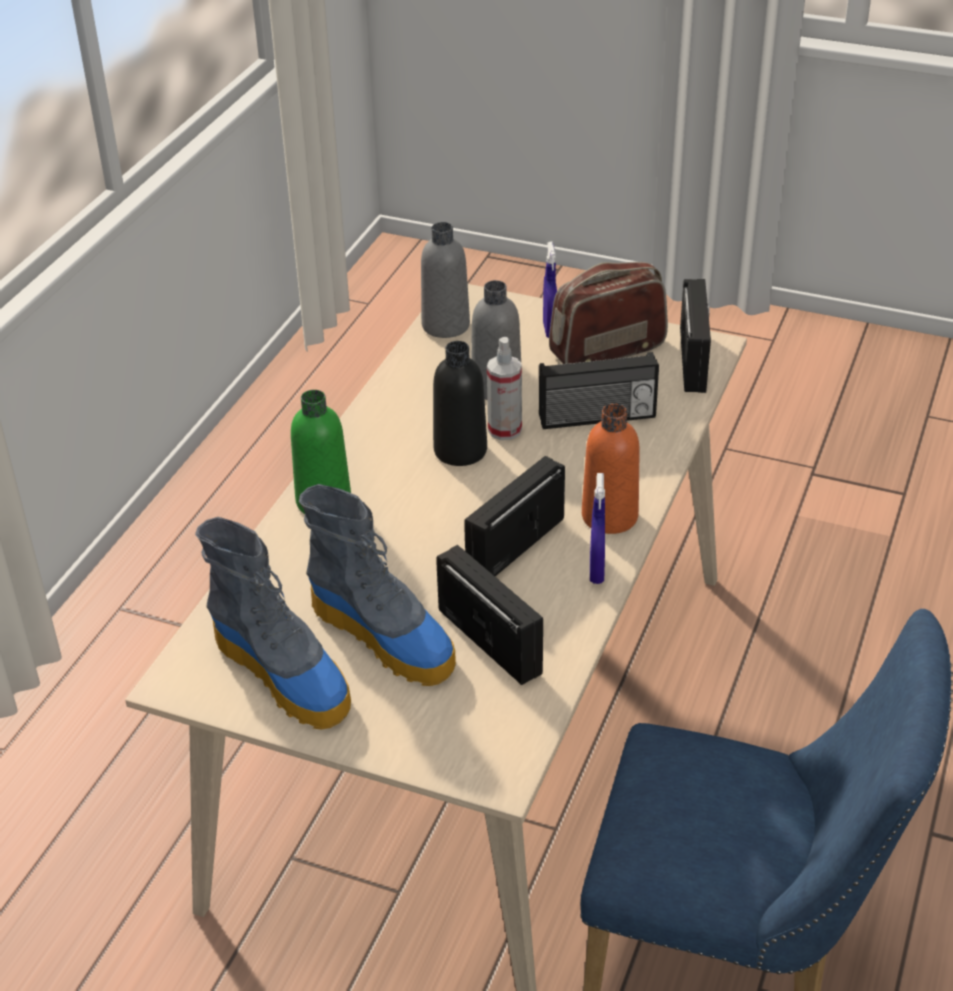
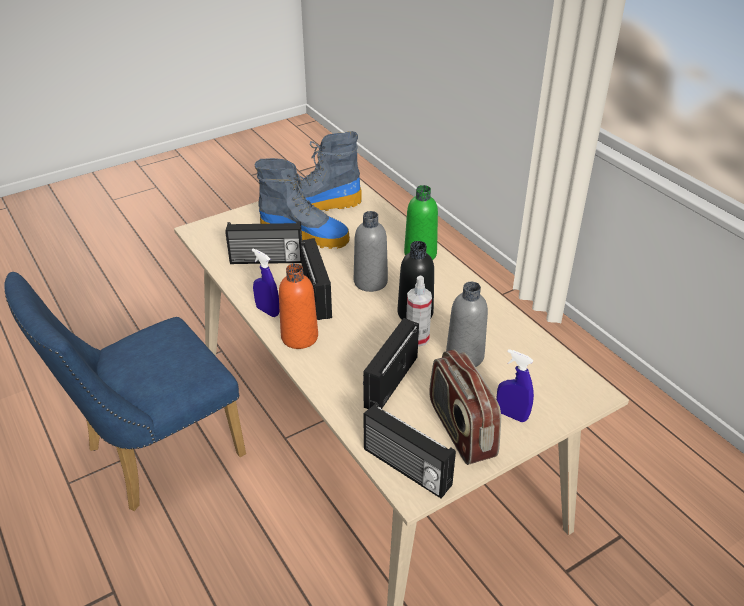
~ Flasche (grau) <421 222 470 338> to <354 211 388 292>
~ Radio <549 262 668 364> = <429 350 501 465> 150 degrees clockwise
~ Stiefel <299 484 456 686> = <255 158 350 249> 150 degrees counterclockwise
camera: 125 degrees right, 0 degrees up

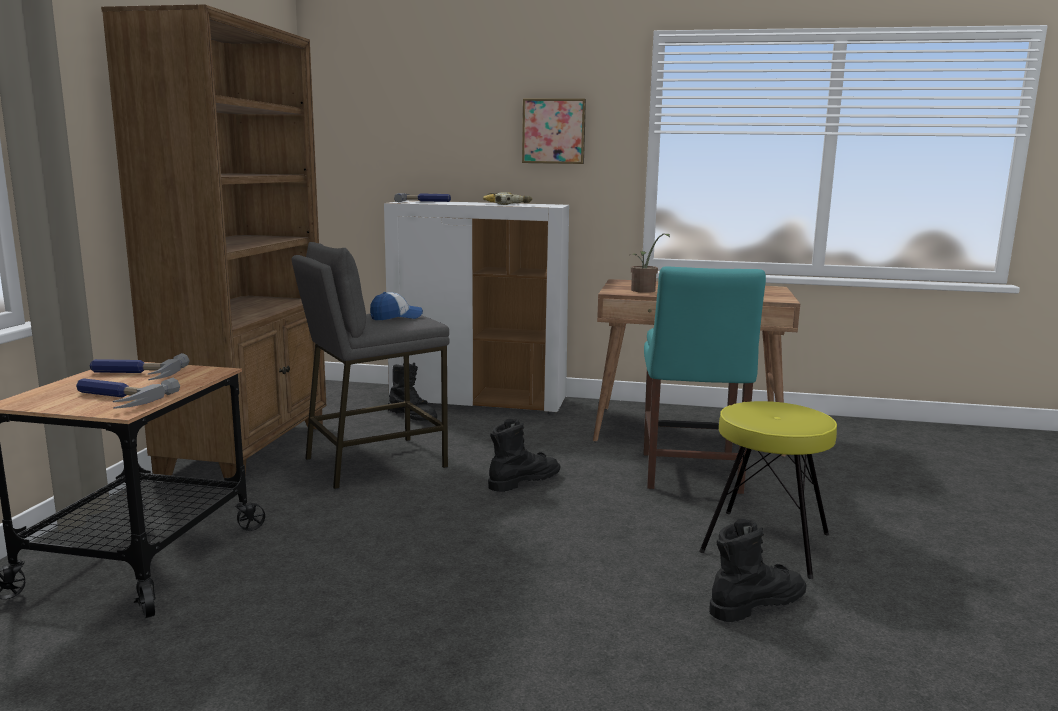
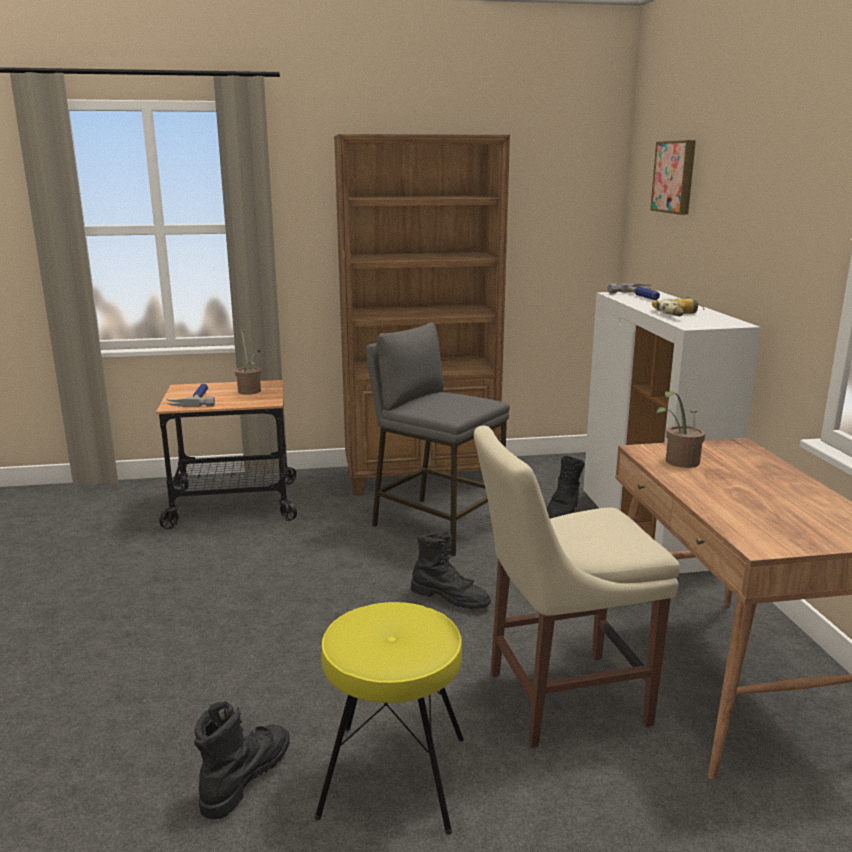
~ Bild <522 98 586 164> to <650 140 696 215>
~ Stuhl (türkis) <644 266 766 494> to Stuhl (beige) <474 426 680 748>
- Kappe <370 292 423 320>
~ Hammer <90 353 190 380> to Topfpflanze <235 331 261 395>
~ Stiefel (schwarz) <709 519 807 622> = <194 701 290 819> 105 degrees counterclockwise
camera: 70 degrees right, 5 degrees up

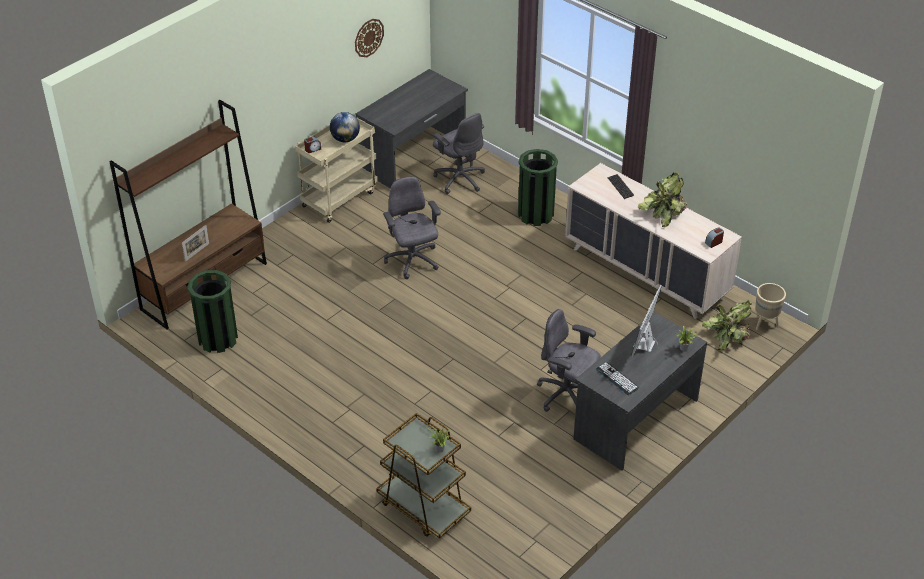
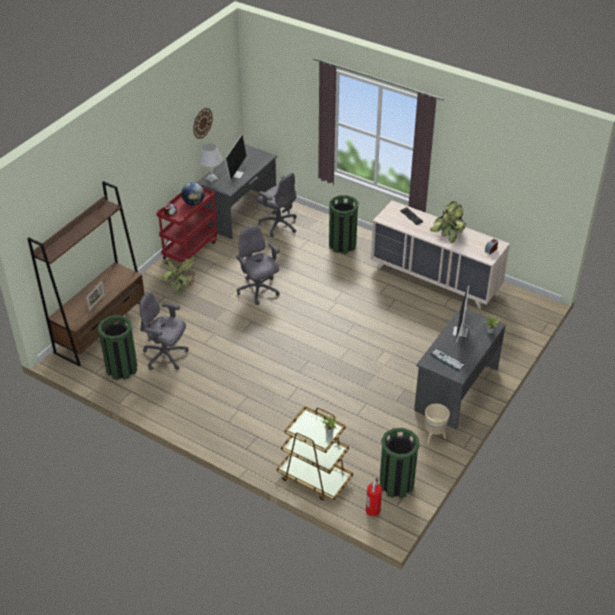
~ Rollwagen (beige) <295 117 378 223> to Rollwagen (rot) <156 187 218 262>
~ Pflanzkübel (beige) <755 283 786 330> to <425 404 450 444>
~ Topfpflanze <702 300 752 351> to <161 255 196 294>
~ Bürostuhl (grau) <537 309 601 412> to <139 292 189 370>
+ Monitor <225 134 247 180>
+ Tischlampe (weiß) <198 143 222 183>
+ Mülleimer (grün) <380 428 420 498>
+ Feuerlöscher <366 478 382 517>
camera: 10 degrees left, 0 degrees up

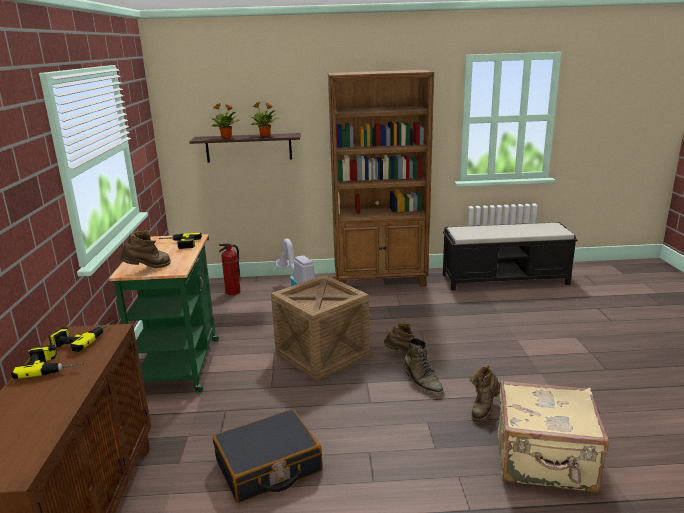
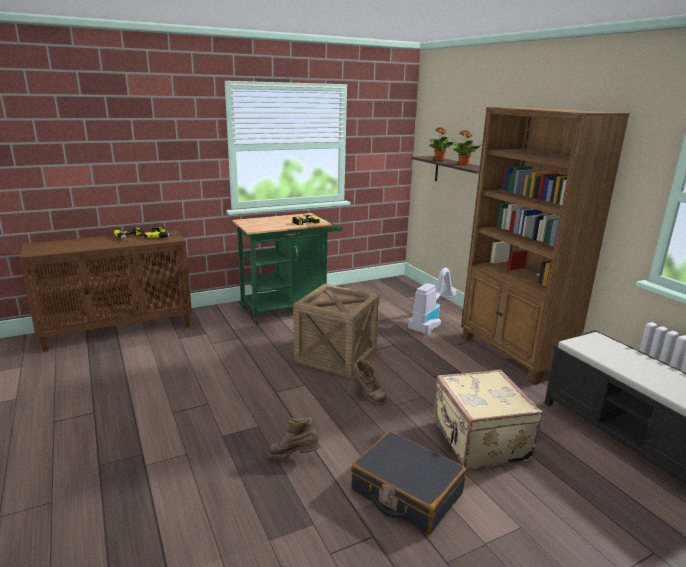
- Stiefel (braun) <120 230 171 268>
- Feuerlöscher <219 243 241 295>
- Stiefel (grün) <403 338 444 394>
~ Koffer (beige) <498 381 609 493> to <433 370 543 470>
~ Koffer (schwarz) <213 409 323 503> to <351 431 466 535>
camera: 65 degrees right, 0 degrees up

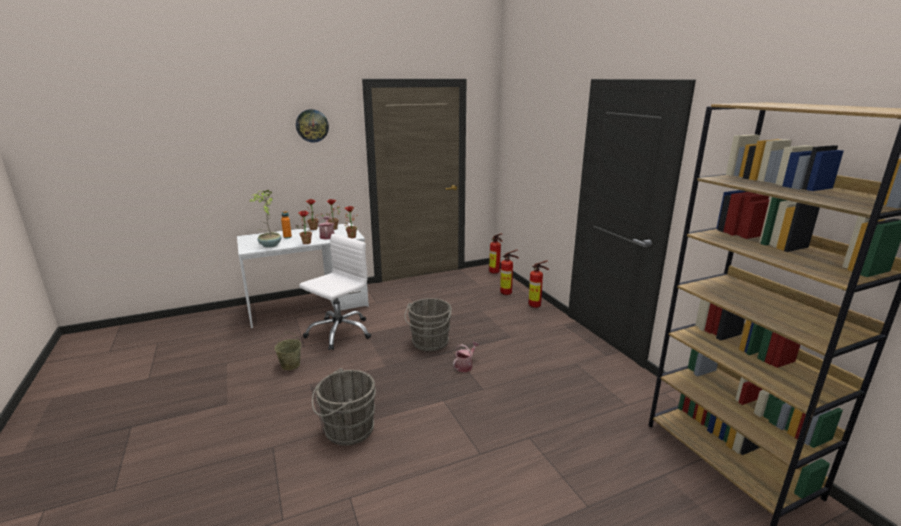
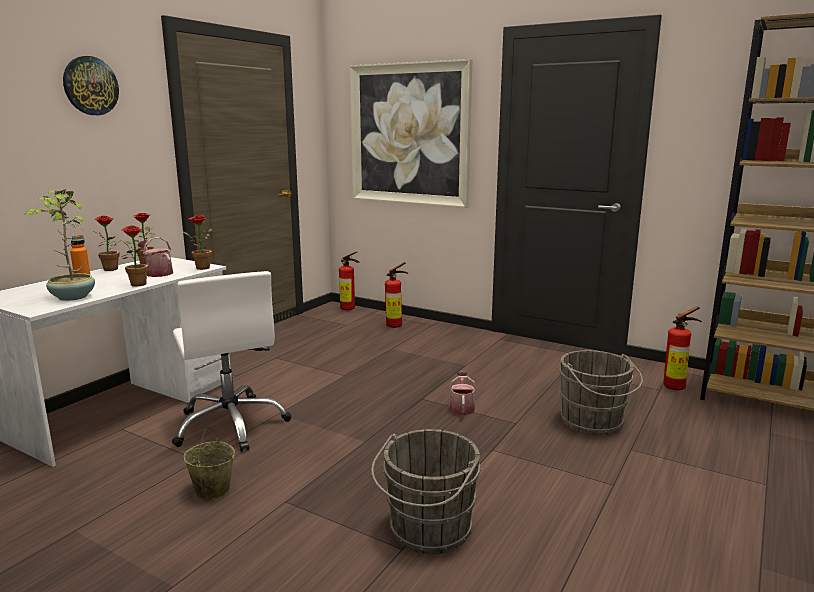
~ Bürostuhl (weiß) <299 234 371 350> = <172 271 291 452> 150 degrees clockwise
~ Feuerlöscher <529 260 549 308> to <663 306 702 390>
~ Eimer (grau) <404 298 452 351> to <560 350 643 435>
+ Bild <349 59 472 208>
camera: 35 degrees left, 5 degrees down

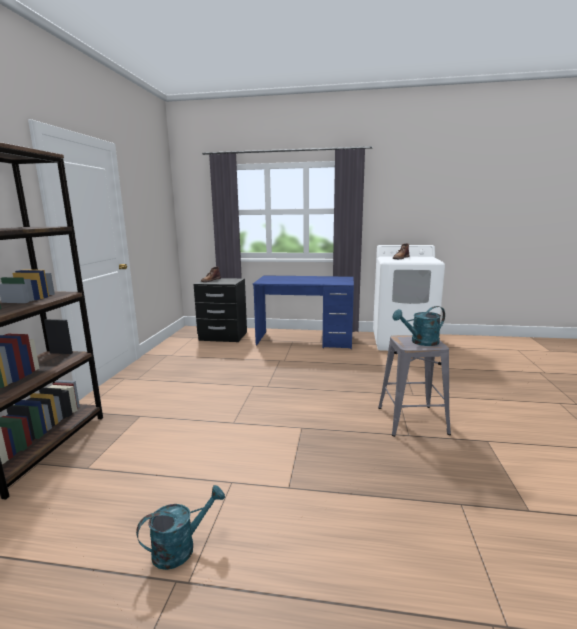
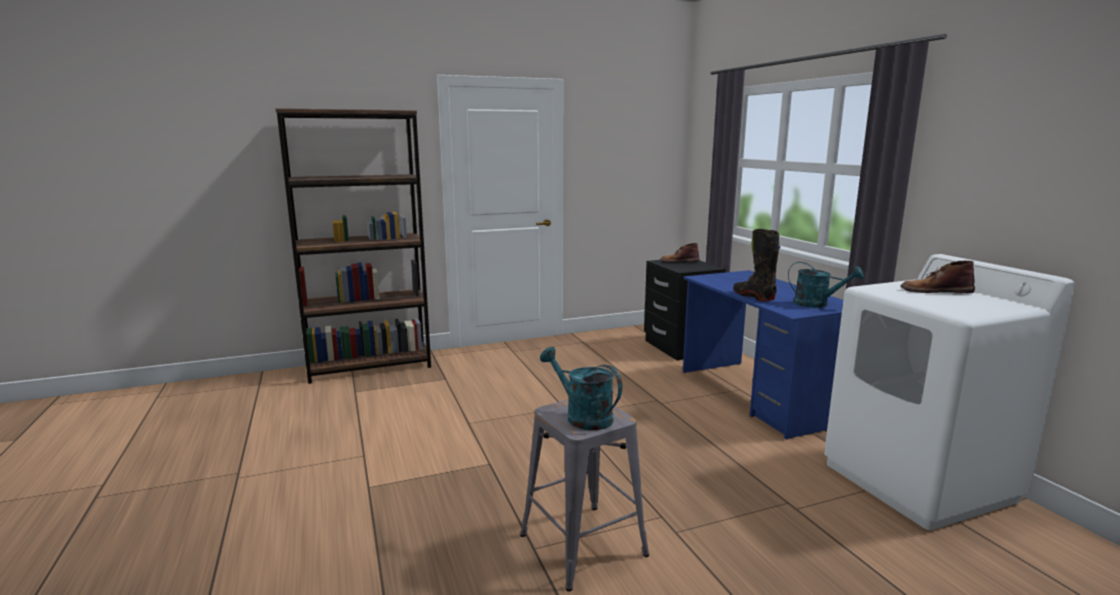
~ Gießkanne (türkis) <136 485 225 570> to <788 262 864 308>
+ Stiefel (schwarz) <733 229 780 301>
camera: 60 degrees right, 0 degrees up

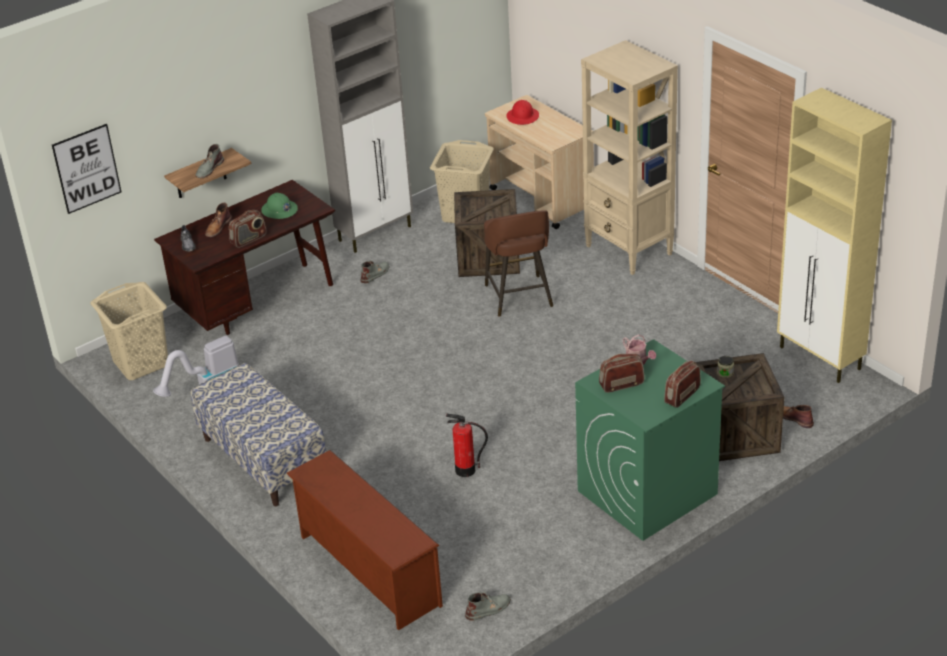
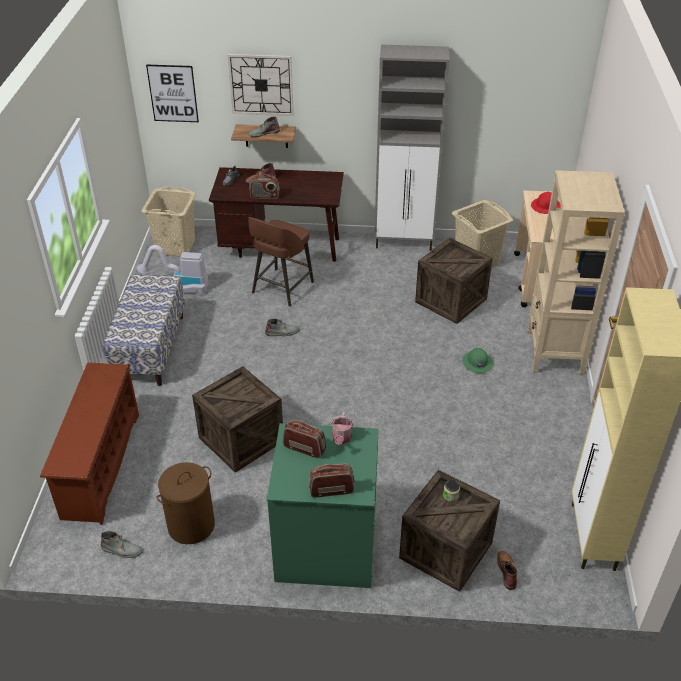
~ Schutzhelm (grün) <261 193 298 219> to <462 348 493 374>
~ Hocker (braun) <484 210 553 316> to <248 217 314 307>
~ Stiefel (grau) <360 260 389 283> to <265 319 299 336>
~ Feuerlöscher <446 414 488 477> to Kiste <192 366 283 473>
+ Wanduhr <227 54 294 116>
+ Wäschekorb (braun) <156 462 215 544>
camera: 40 degrees right, 5 degrees up

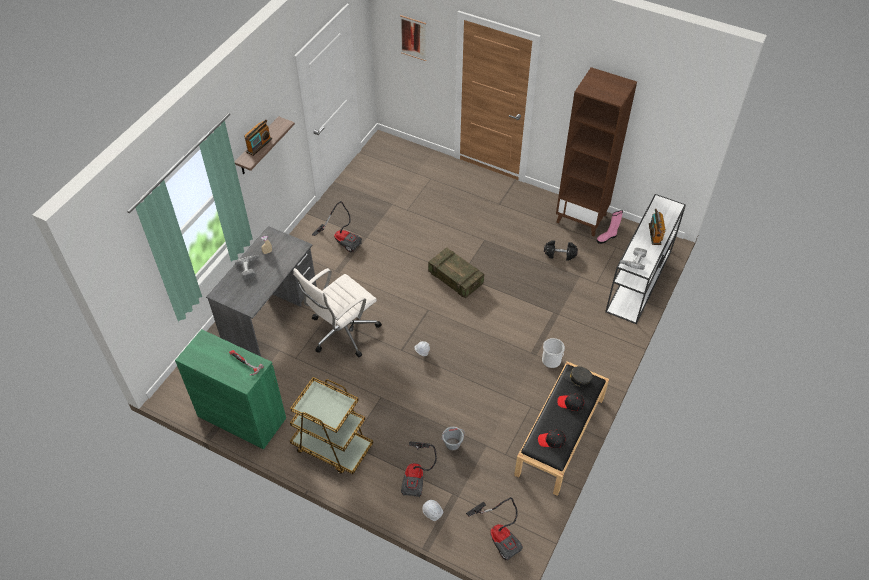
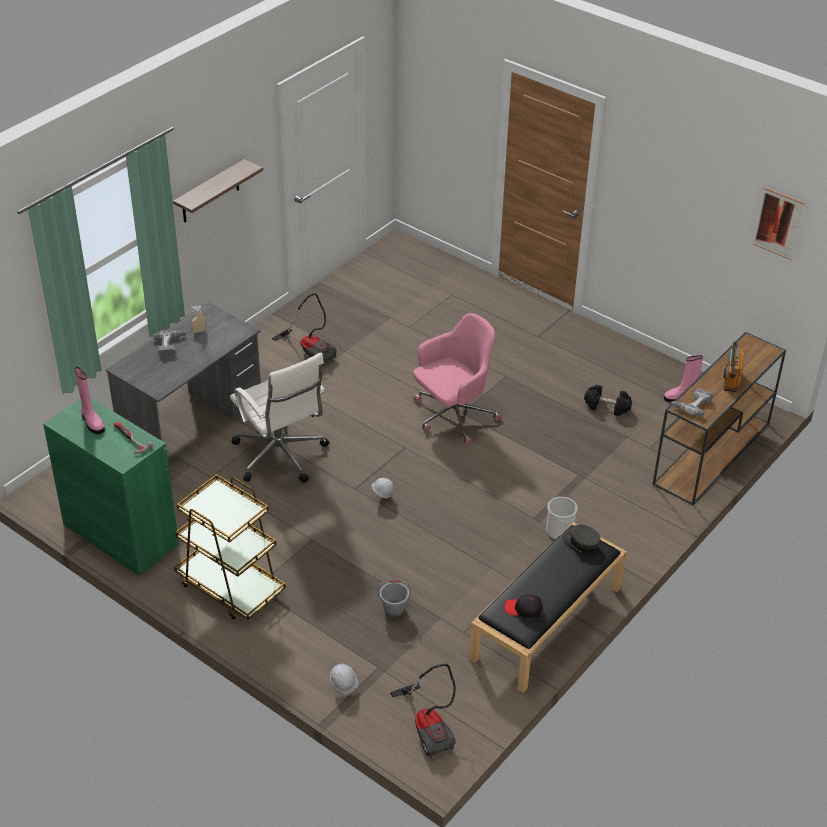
~ Bild <400 15 427 61> to <753 187 805 260>
- Bücherregal (braun) <556 67 637 236>
- Radio <244 120 272 156>
~ Konsolentisch (weiß) <605 194 686 324> to Konsolentisch (braun) <653 332 786 505>
~ Kiste <428 247 484 299> to Bürostuhl (rosa) <413 313 501 444>
~ Bürostuhl (weiß) <293 268 382 358> = <230 353 329 483> 90 degrees counterclockwise
- Kappe (schwarz) <557 393 584 411>
- Staubsauger <401 441 437 497>
+ Stiefel (rosa) <75 367 105 434>
camera: 10 degrees right, 10 degrees down

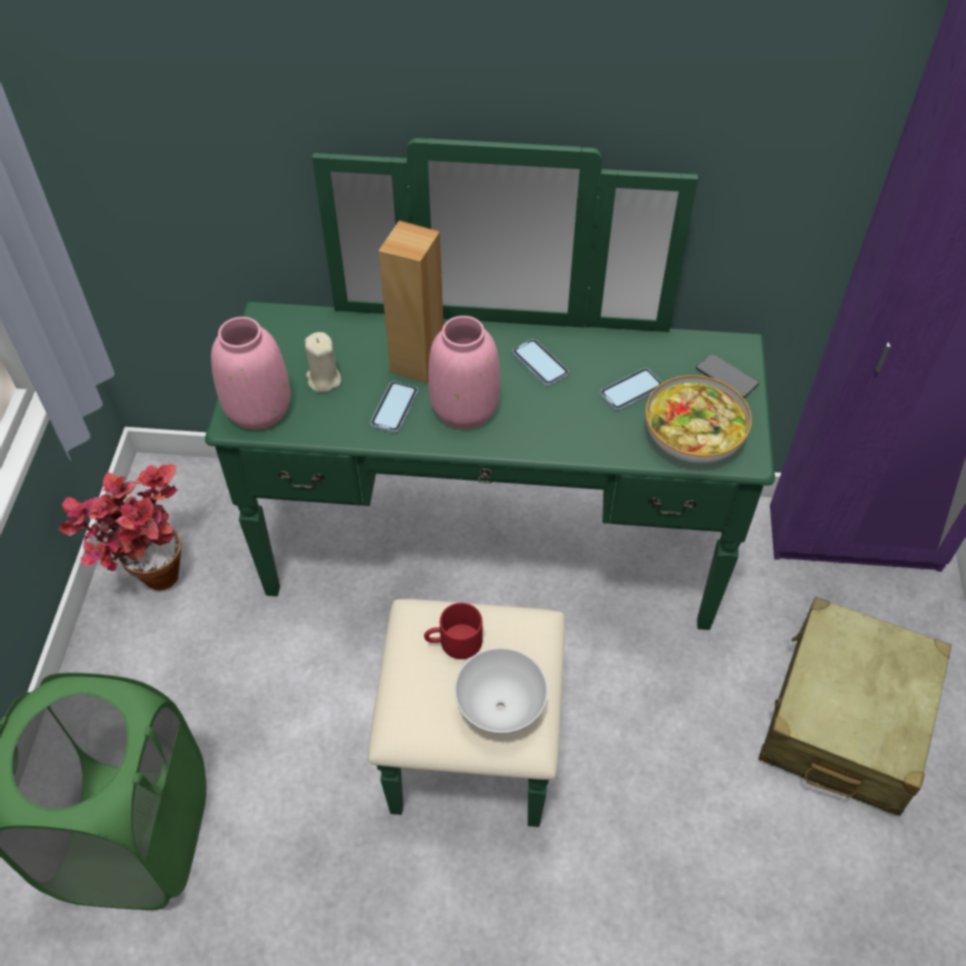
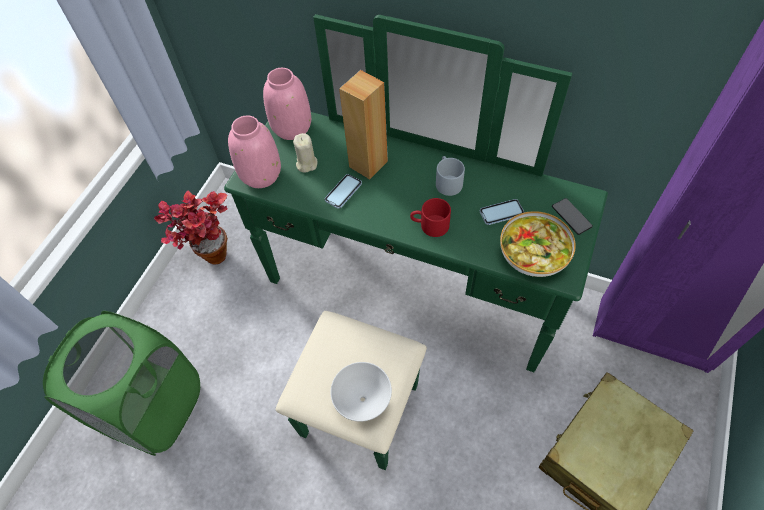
~ Vase (rosa) <428 316 500 429> to <263 68 311 140>
~ Handy <513 339 569 386> to Henkelbecher (grau) <436 156 465 196>
~ Henkelbecher (rot) <424 603 483 659> to <410 198 451 237>
camera: 20 degrees right, 5 degrees up

